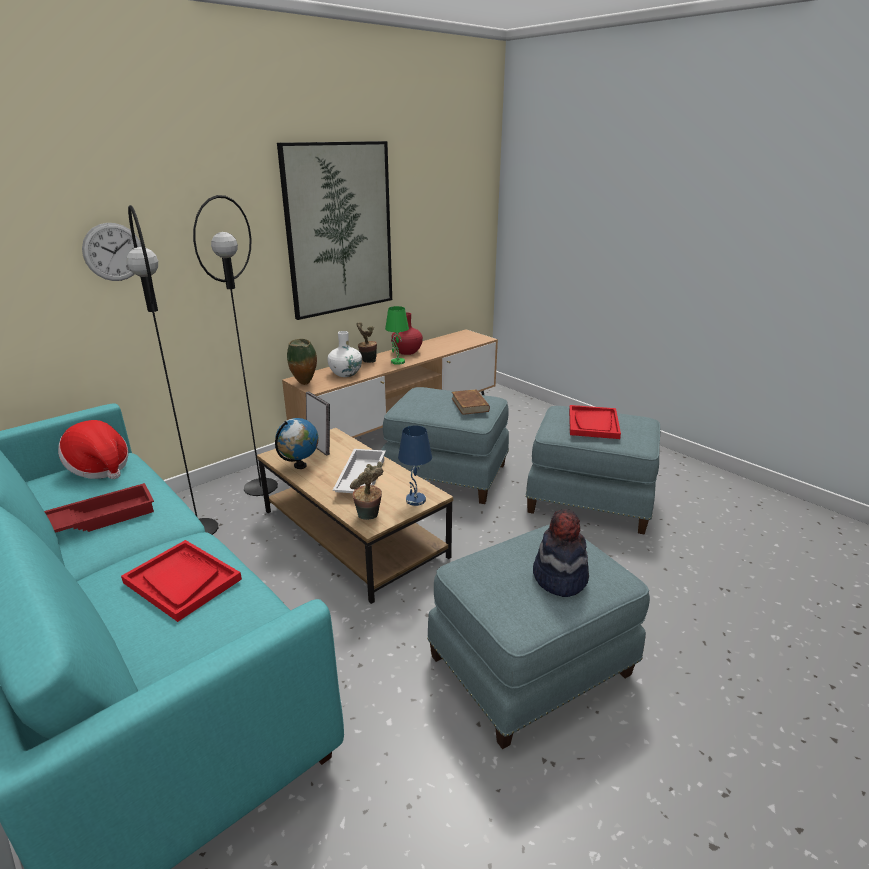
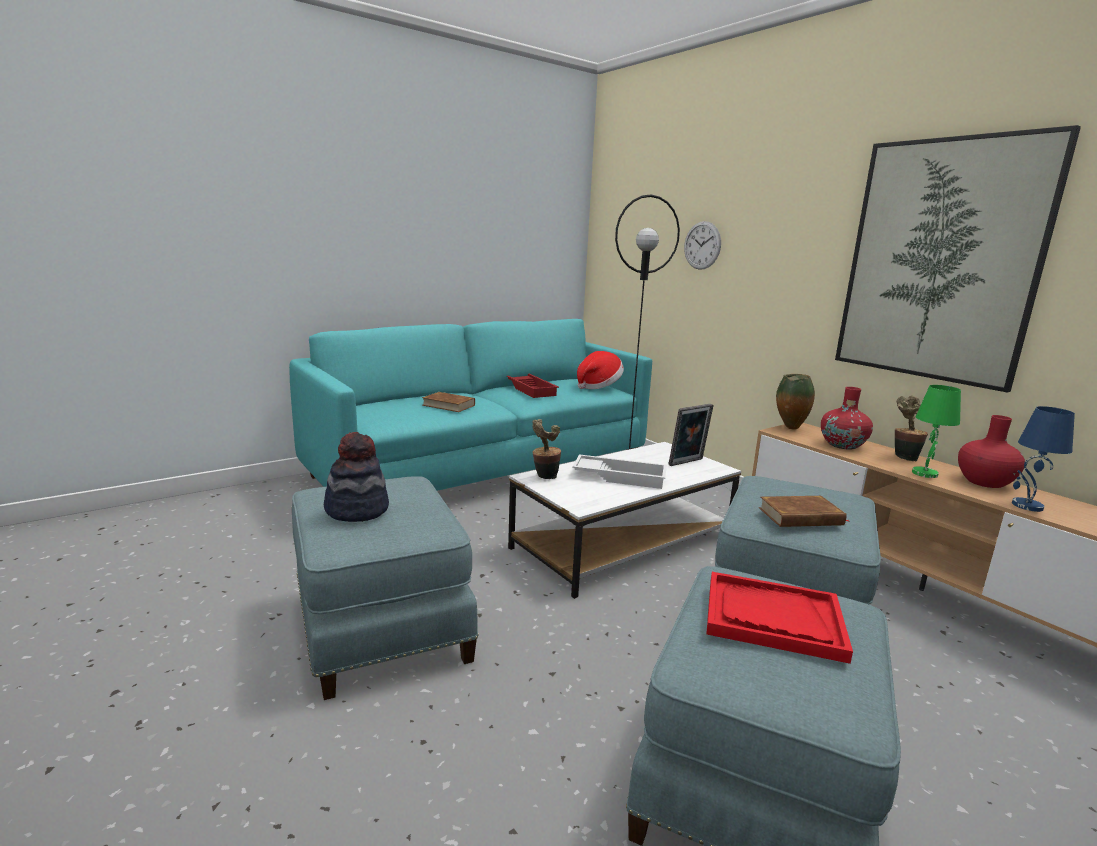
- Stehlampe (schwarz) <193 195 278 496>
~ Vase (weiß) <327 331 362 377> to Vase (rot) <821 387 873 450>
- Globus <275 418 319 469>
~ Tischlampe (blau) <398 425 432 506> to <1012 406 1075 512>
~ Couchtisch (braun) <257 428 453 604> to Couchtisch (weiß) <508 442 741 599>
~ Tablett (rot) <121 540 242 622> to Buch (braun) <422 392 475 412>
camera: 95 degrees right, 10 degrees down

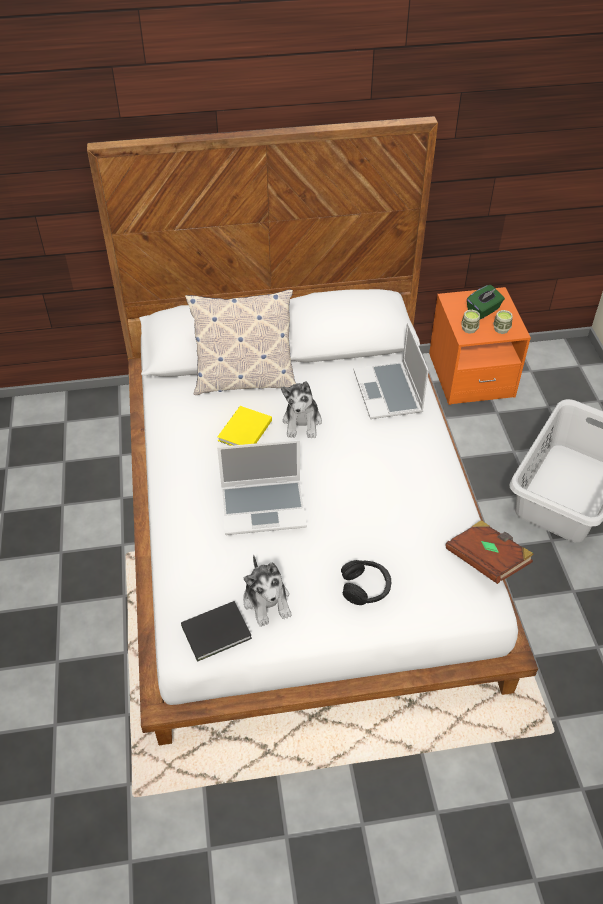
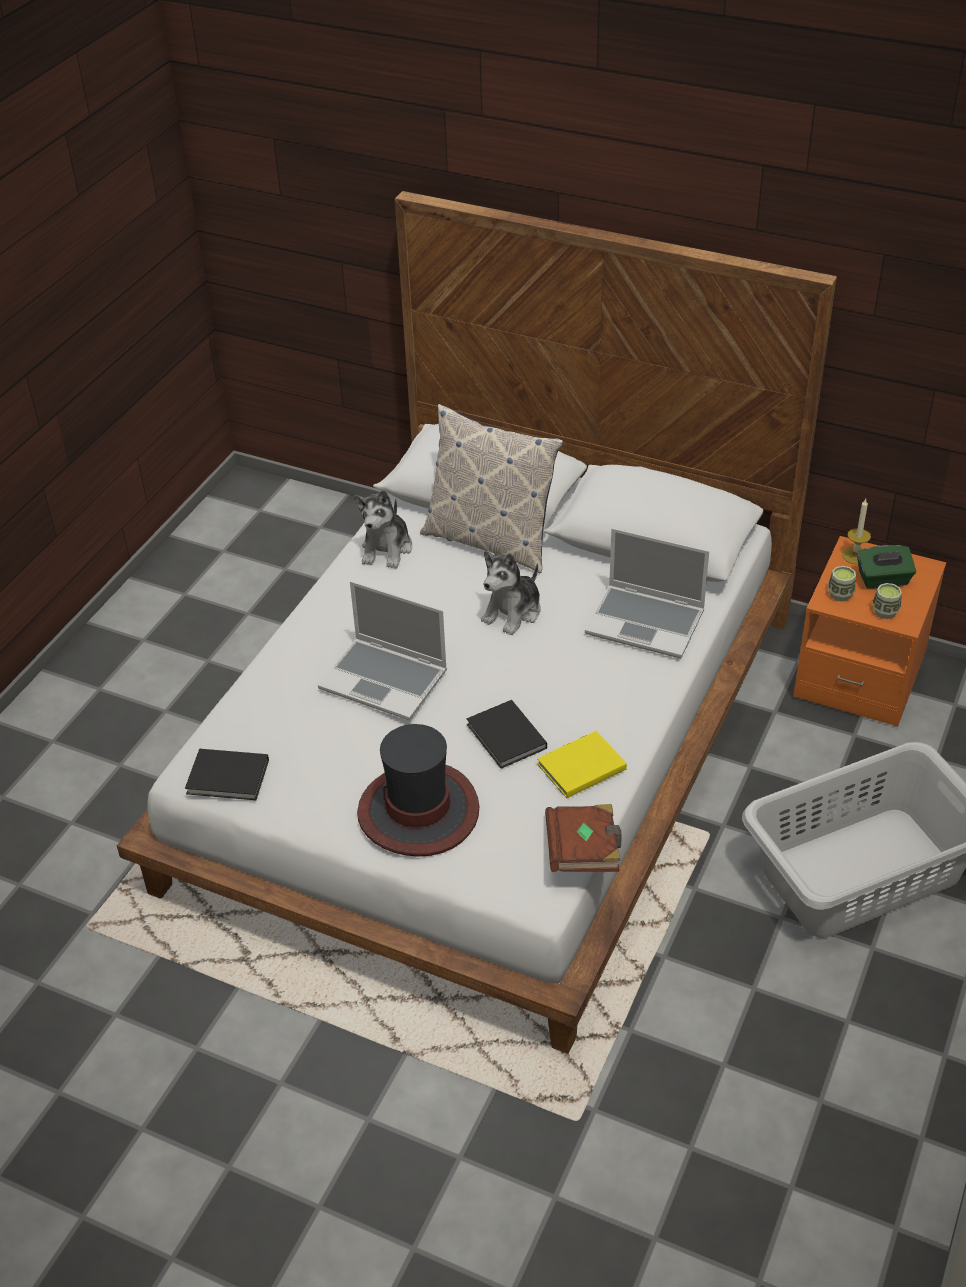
~ Laptop <354 322 429 419> = <585 528 709 658> 90 degrees counterclockwise
~ Buch (gelb) <217 406 272 446> to <537 731 627 798>
~ Plüschtier <243 554 291 627> to <354 490 412 569>
~ Kopfhörer (schwarz) <341 560 391 605> to Hut <357 724 479 857>
+ Kerze <842 499 871 565>
+ Buch (schwarz) <467 700 547 769>
camera: 35 degrees right, 5 degrees down

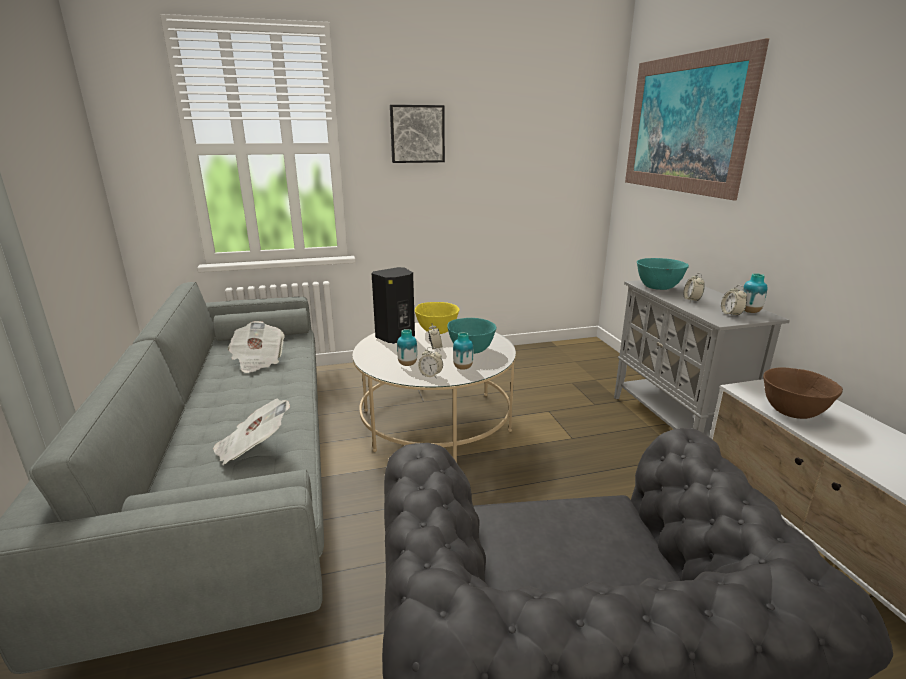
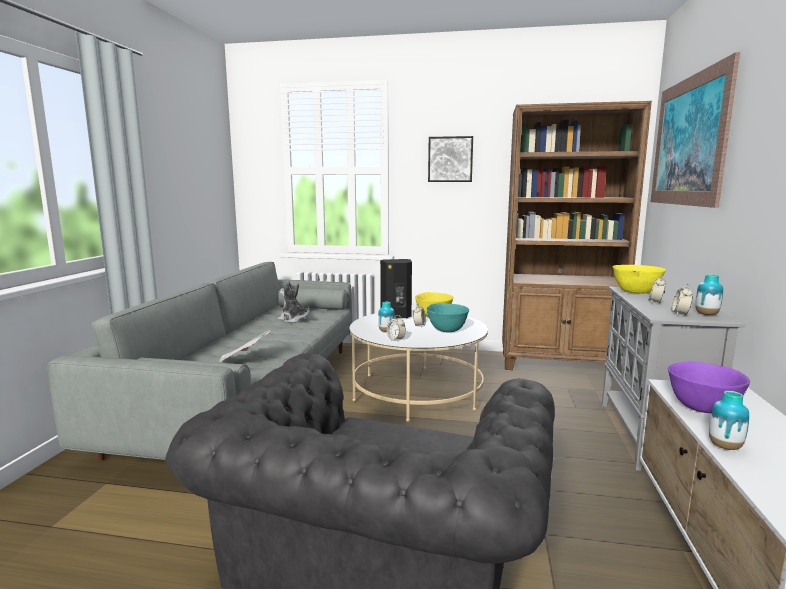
~ Schüssel (türkis) <637 258 689 290> to Schüssel (gelb) <613 265 666 294>
~ Zeitung <228 321 285 373> to Plüschtier <278 281 309 323>
~ Vase <453 332 473 370> to <709 391 749 450>
~ Schüssel (braun) <763 367 843 419> to Schüssel (lila) <668 362 750 413>
+ Bücherregal (braun) <502 101 652 370>
camera: 25 degrees right, 10 degrees down

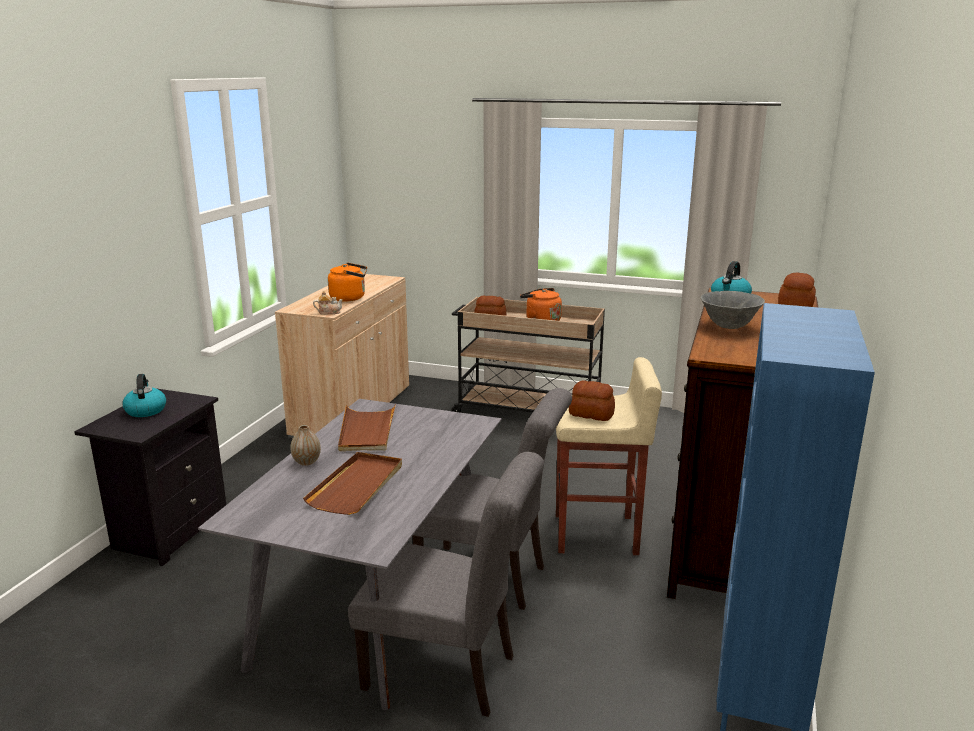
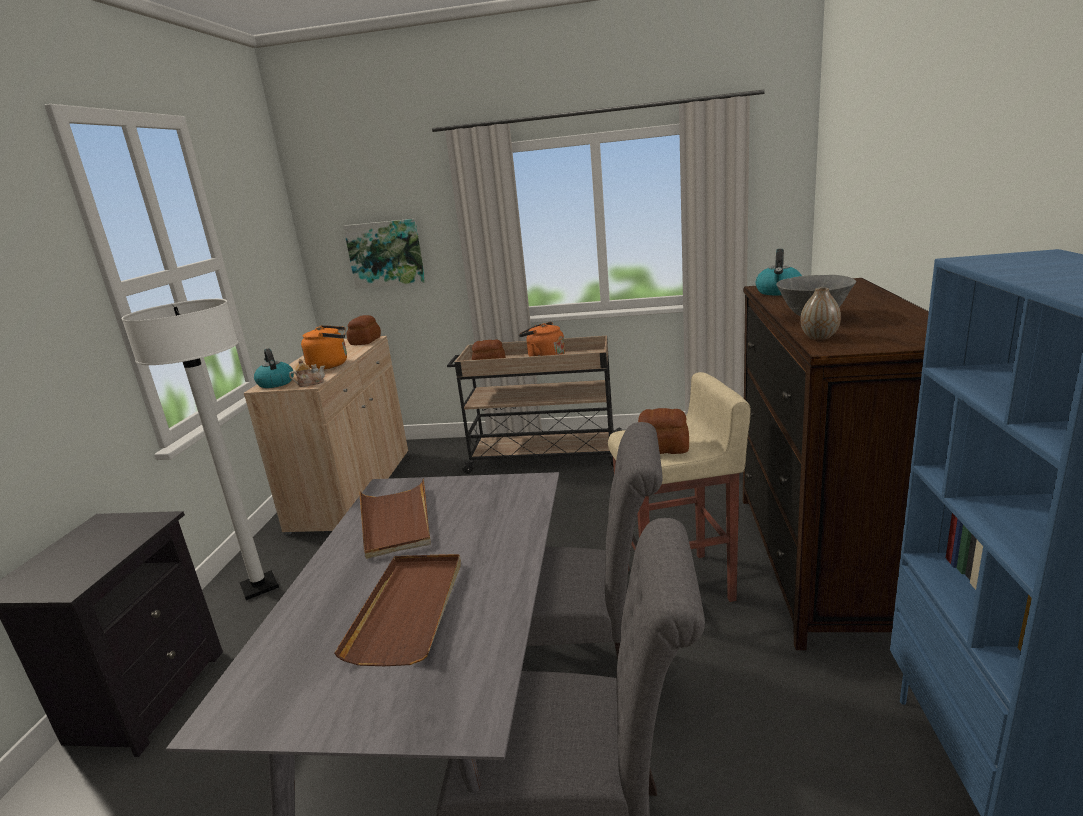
~ Brot <778 273 816 307> to <346 315 381 345>
~ Wasserkessel <122 374 166 417> to <254 348 294 388>
~ Vase <291 425 321 466> to <800 288 841 340>
+ Bild <343 219 425 289>
+ Stehlampe (weiß) <121 299 279 600>
camera: 10 degrees left, 0 degrees up

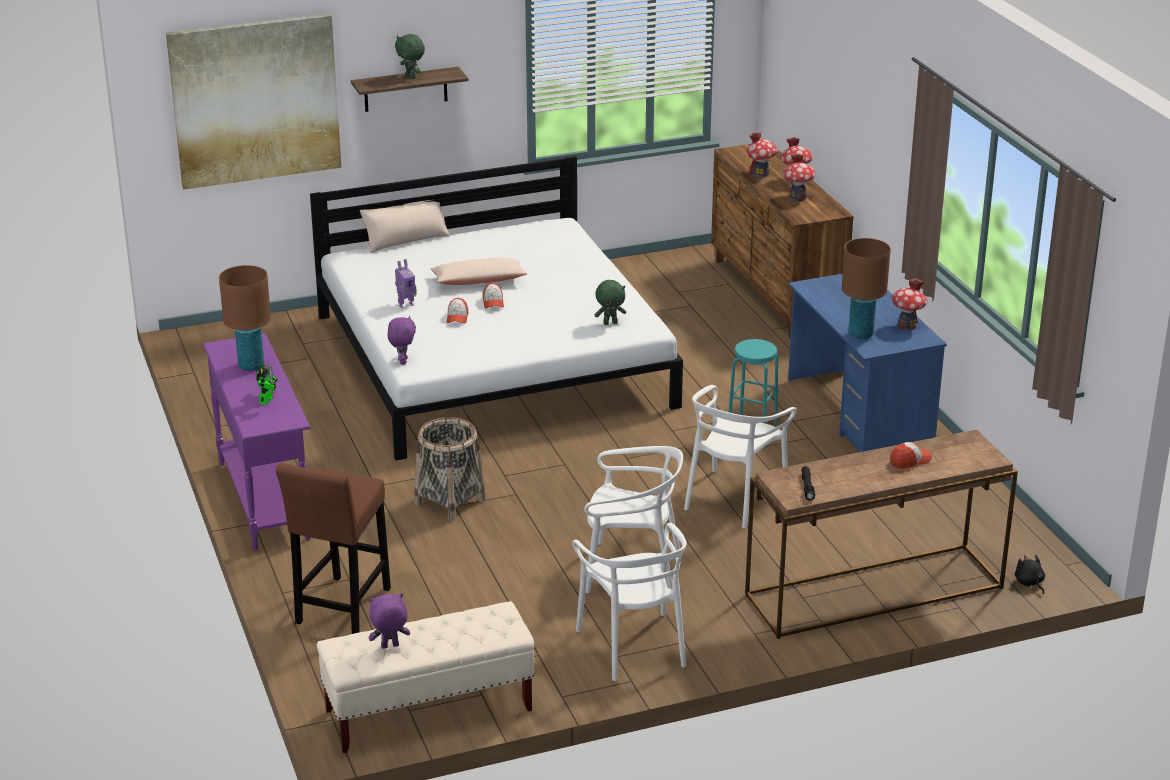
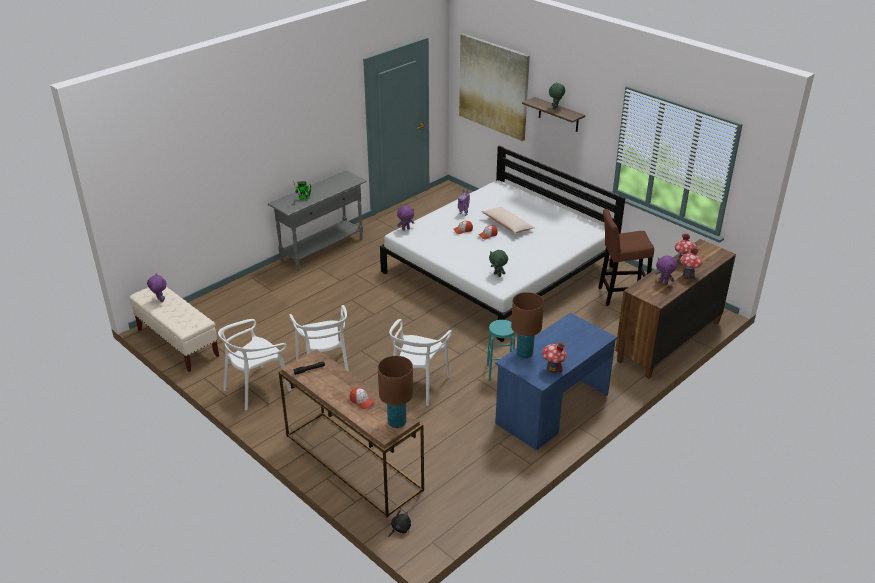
~ Spielzeughaus <783 154 815 201> to Plüschtier (lila) <655 255 677 285>
- Kissen (beige) <360 193 450 254>
~ Tischlampe (braun) <219 265 271 371> to <378 356 413 428>
~ Konsolentisch (lila) <203 333 311 551> to Konsolentisch (grau) <268 170 367 271>
~ Stuhl (weiß) <684 385 797 528> = <389 319 452 406> 75 degrees counterclockwise
- Korb <414 417 486 521>
~ Hocker (braun) <276 463 391 634> to <598 209 654 306>
camera: 65 degrees right, 5 degrees up

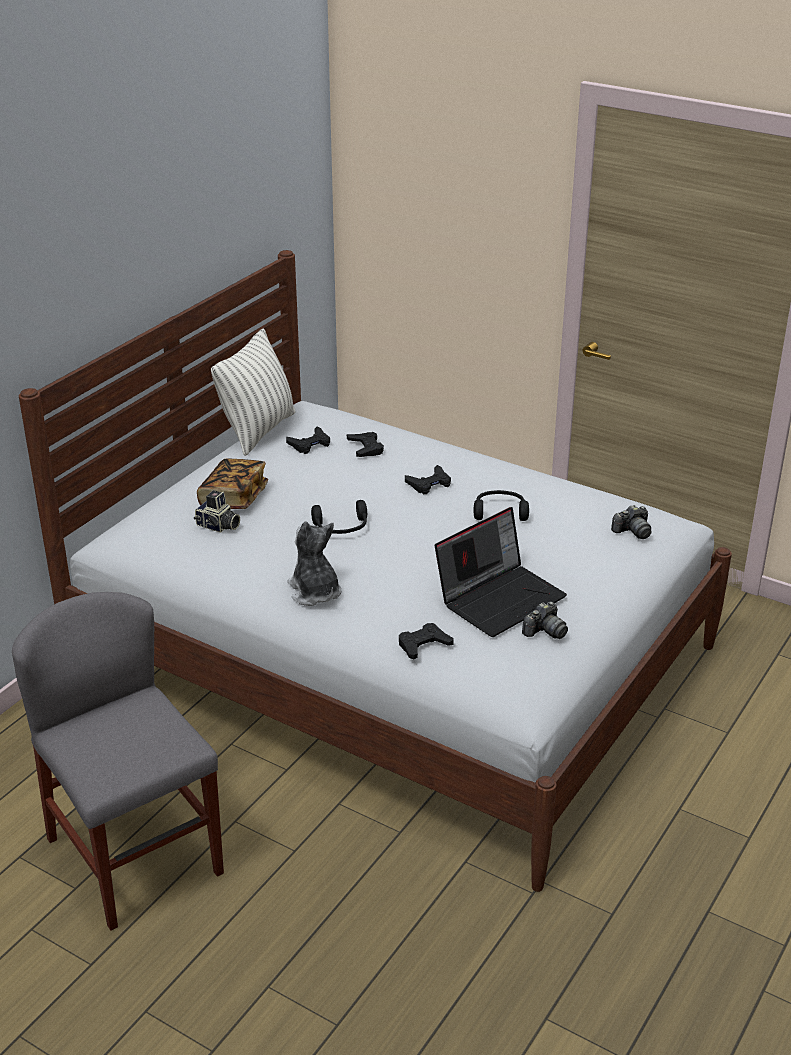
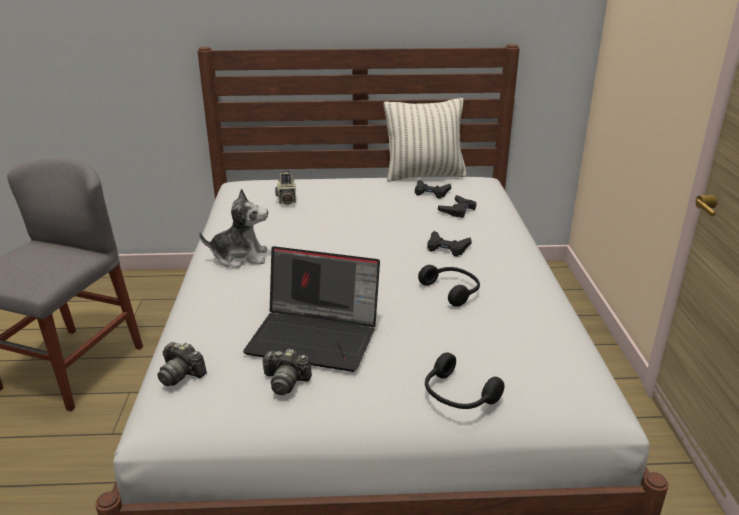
- Buch <197 458 268 509>
~ Kopfhörer (schwarz) <311 500 367 534> to <425 353 504 409>
~ Kamera <611 505 652 539> to <157 342 207 387>
~ Plüschtier <288 521 341 606> = <199 189 268 268> 60 degrees clockwise
- Gamepad (schwarz) <399 623 454 659>
camera: 55 degrees right, 5 degrees down

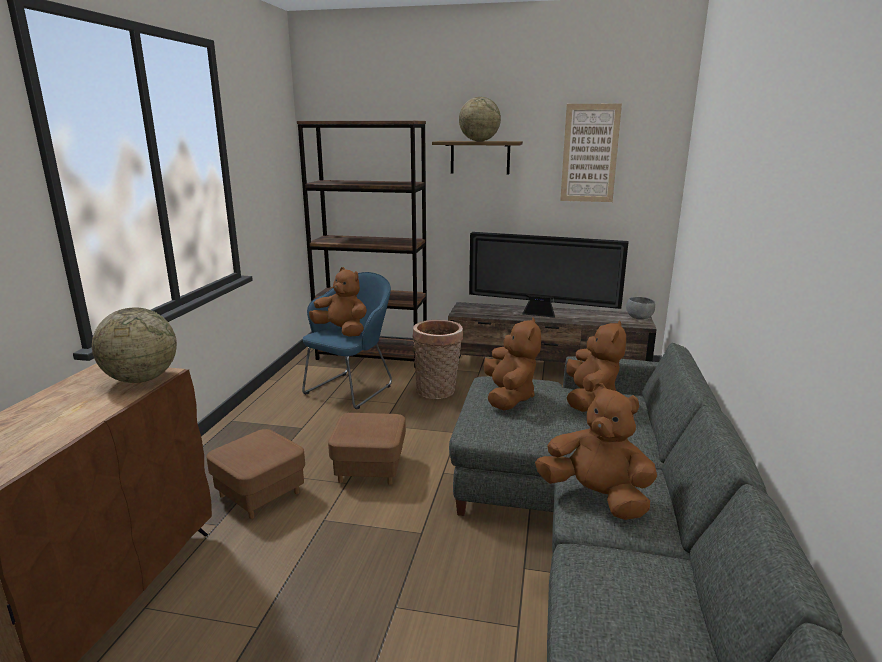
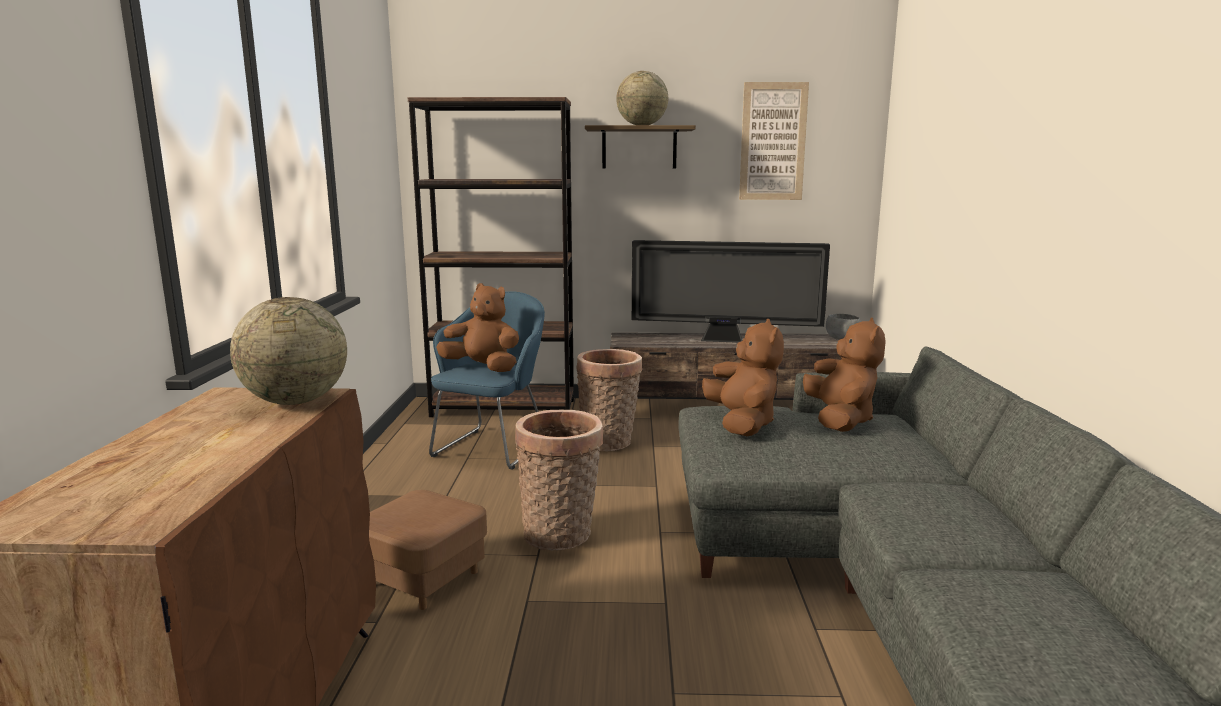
- Plüschtier (braun) <535 383 657 520>
~ Polsterhocker (braun) <328 413 406 485> to Korb <515 410 603 551>
camera: 10 degrees left, 5 degrees down

